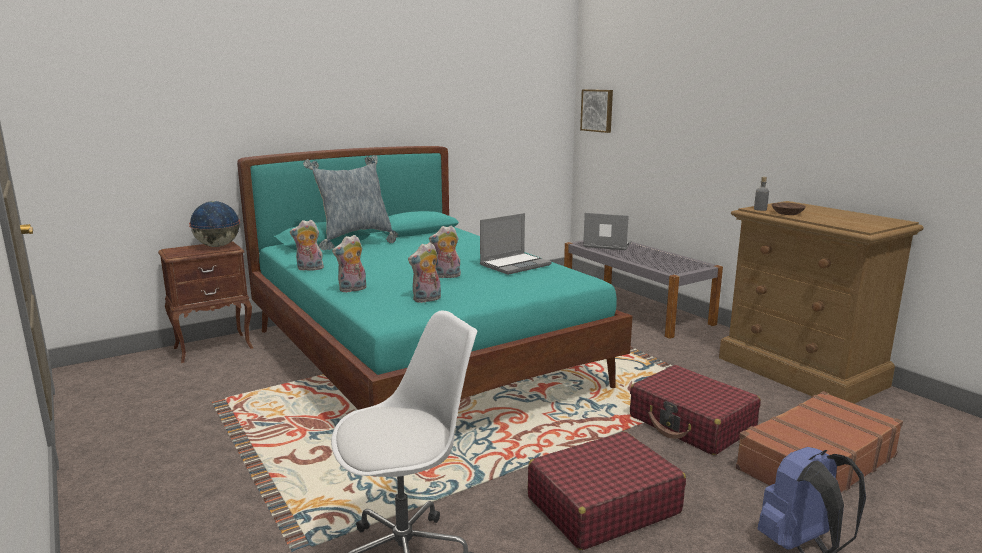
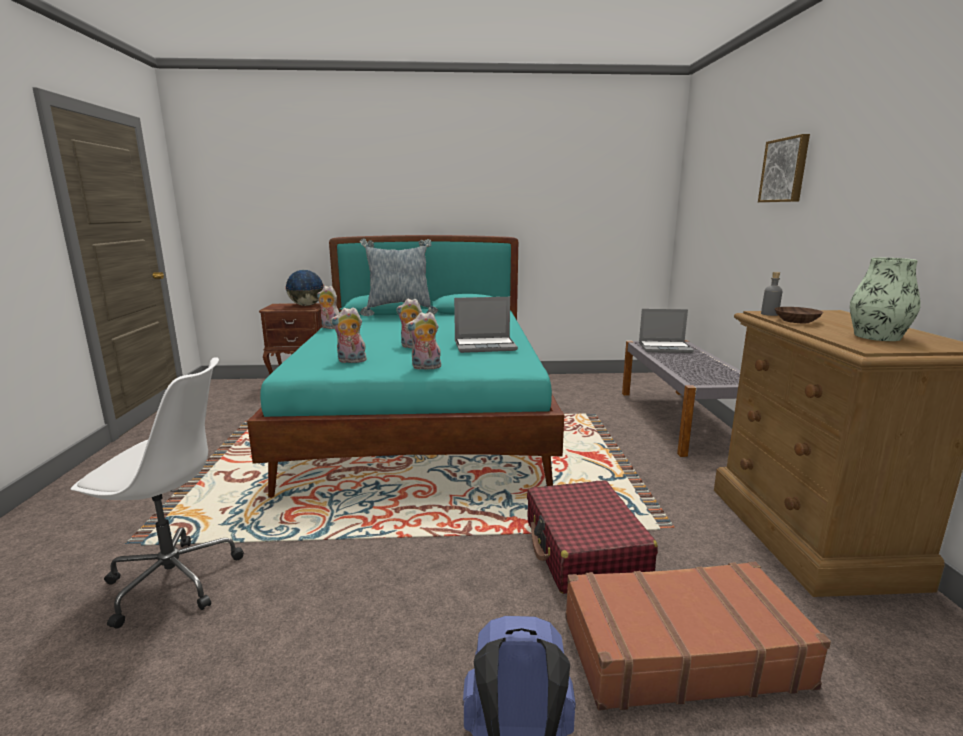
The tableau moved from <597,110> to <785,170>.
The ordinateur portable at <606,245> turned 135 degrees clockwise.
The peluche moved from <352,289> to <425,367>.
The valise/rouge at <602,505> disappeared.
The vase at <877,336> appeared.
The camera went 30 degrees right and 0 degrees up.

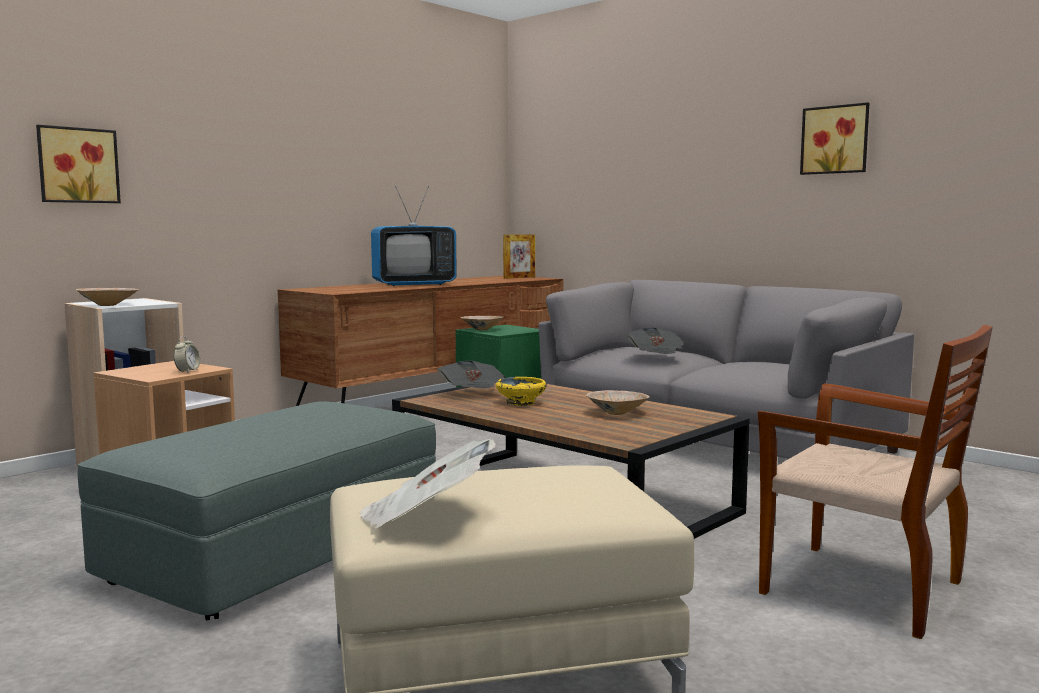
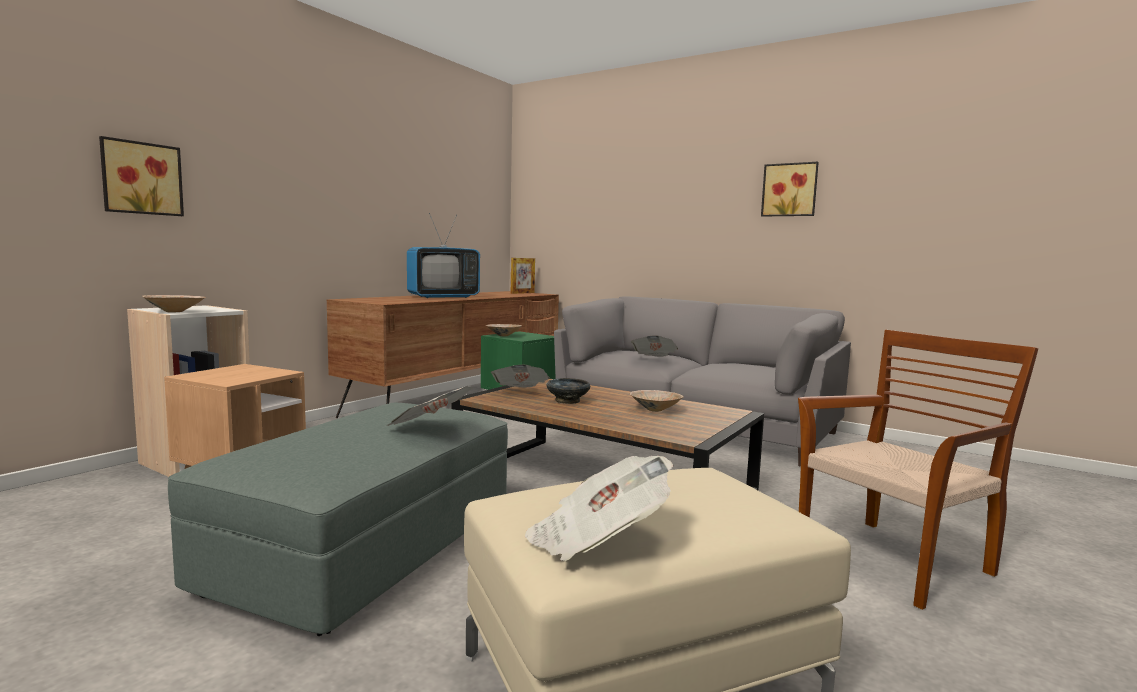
The fauteuil/marron at <864,588> turned 60 degrees counterclockwise.
The réveil at <187,371> disappeared.
The bol/jaune at <521,403> became the bol/noir at <567,401>.
The journal at <430,428> appeared.
The camera went 10 degrees left and 0 degrees up.

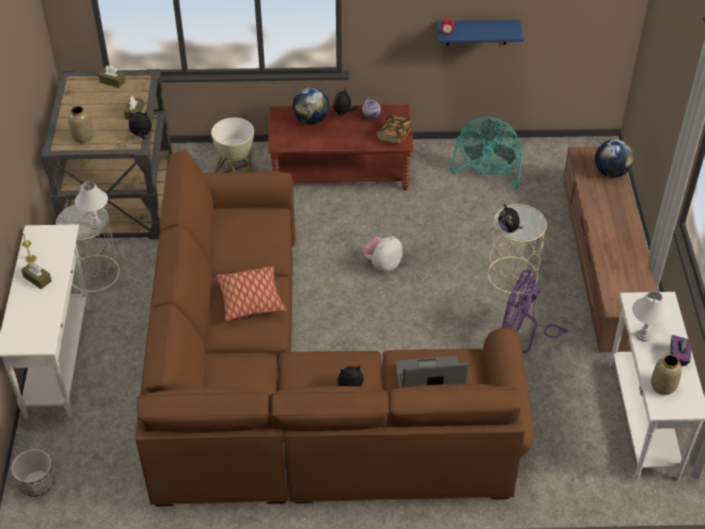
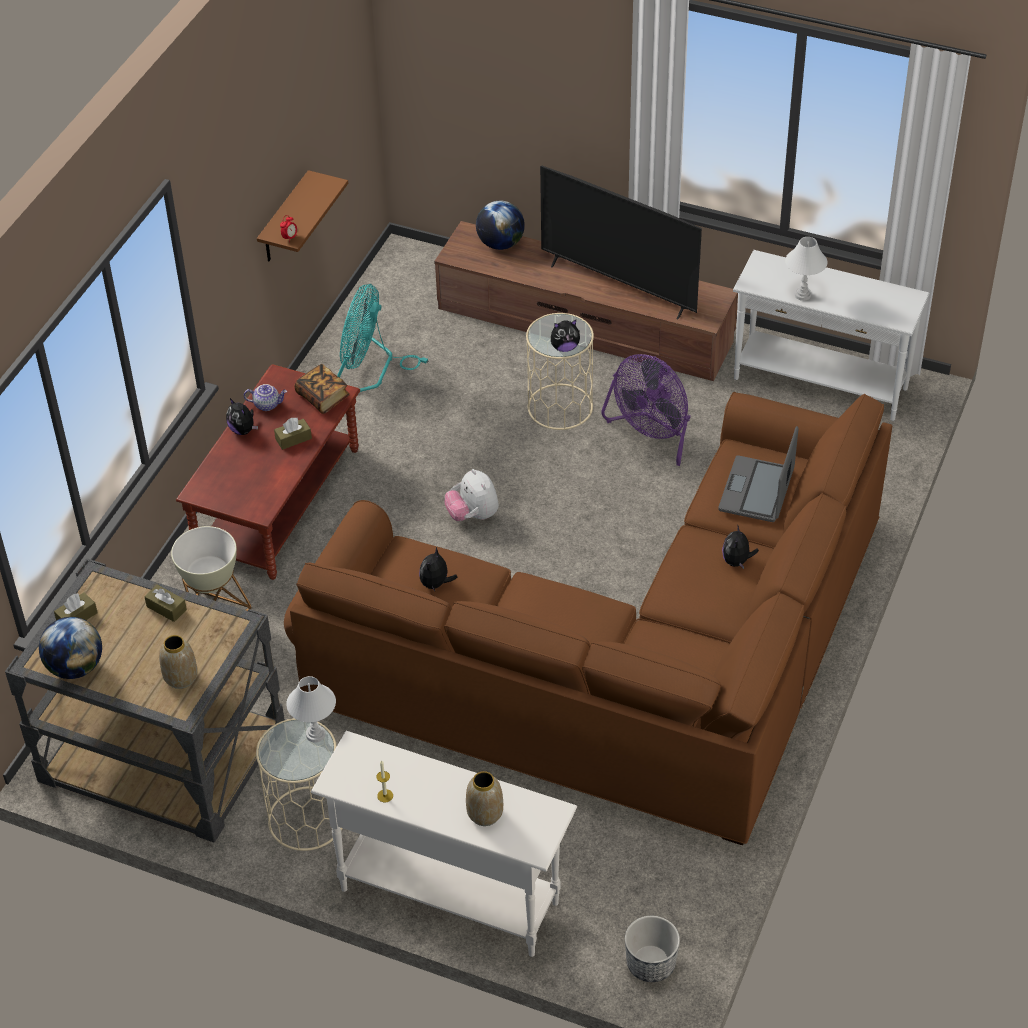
The étagère/bleu at <477,32> became the étagère/marron at <284,219>.
The globe moved from <311,120> to <75,667>.
The peluche moved from <141,135> to <436,584>.
The ventilateur/turquoise at <485,171> turned 150 degrees clockwise.
The boîte à mouchoirs/marron moved from <37,279> to <293,439>.
The coussin at <251,299> disappeared.
The boîte à mouchoirs/violet at <678,356> disappeared.
The vase moved from <662,386> to <484,814>.
The téléviseur at <619,286> appeared.
The camera went 65 degrees left and 0 degrees up.

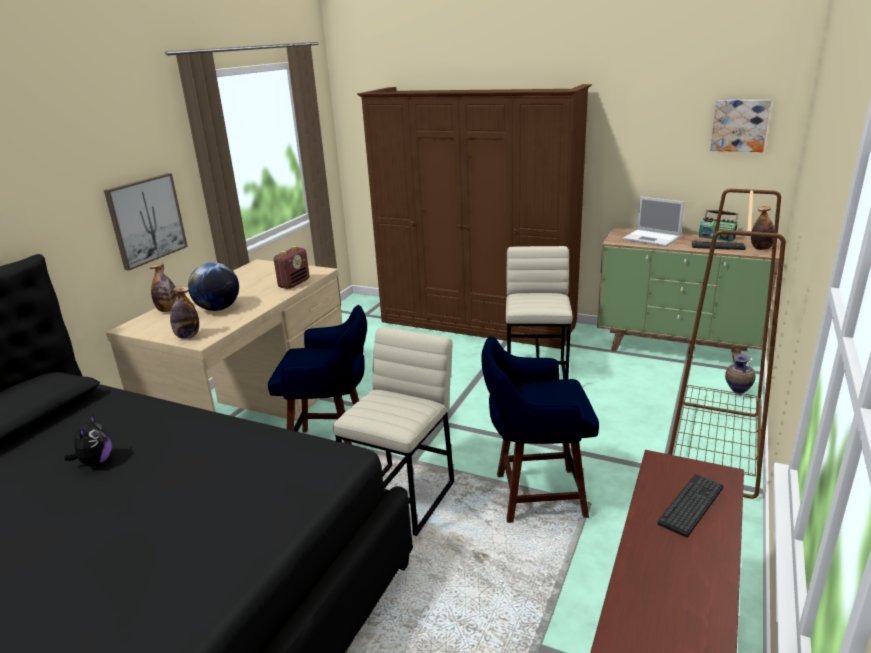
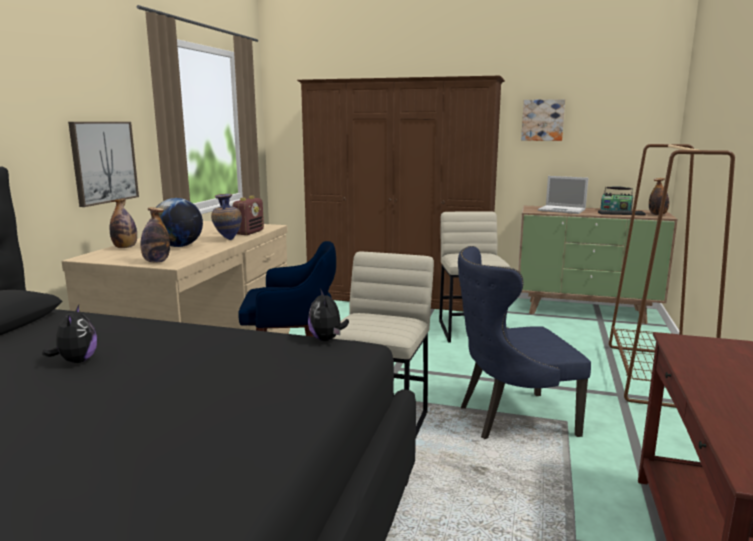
The tableau moved from <739,125> to <542,120>.
The tabouret/bleu at <535,495> was replaced by the chaise/bleu at <511,418>.
The vase moved from <736,394> to <227,240>.
The clavier at <691,505> disappeared.
The peluche at <327,339> appeared.
The camera went 10 degrees left and 10 degrees down.

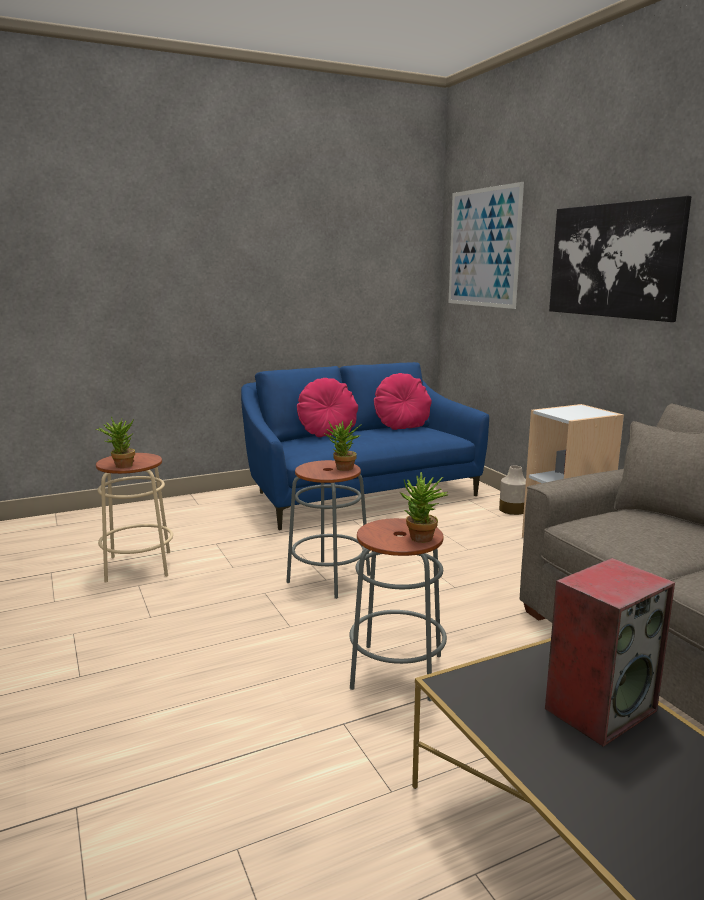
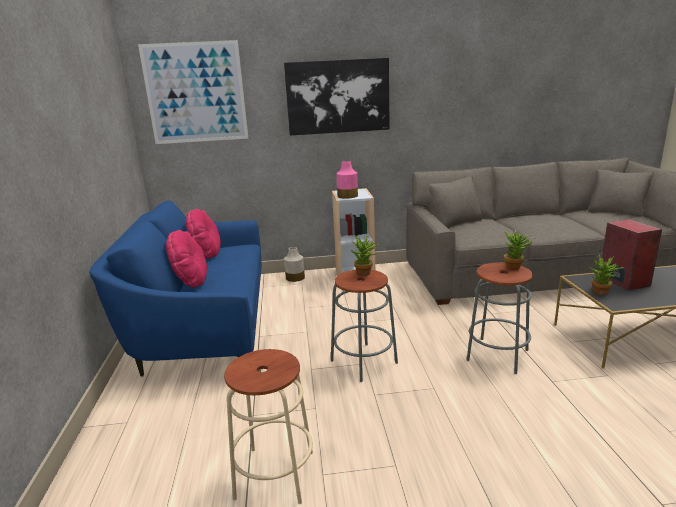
The plante en pot moved from <120,466> to <602,293>.
The vase/rose at <347,195> appeared.
The camera went 70 degrees left and 5 degrees up.

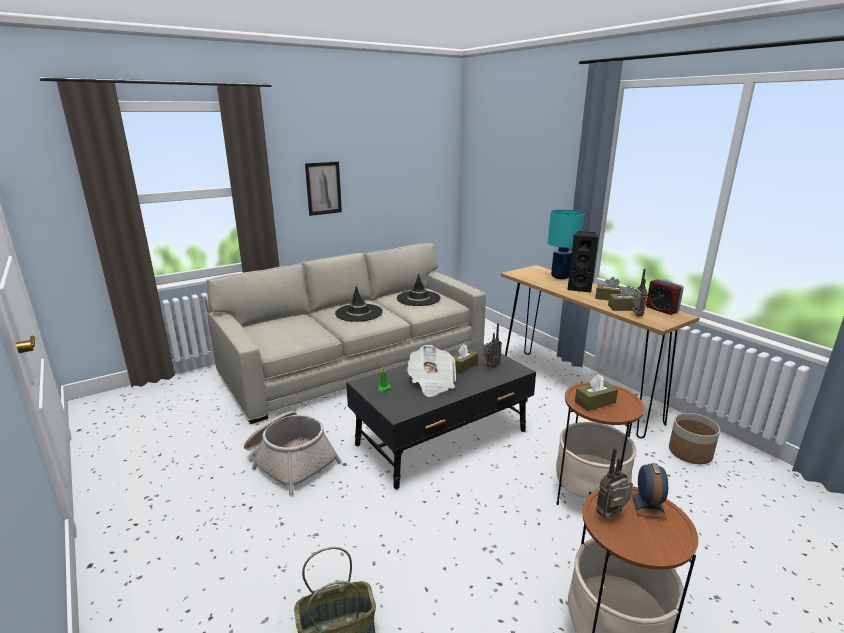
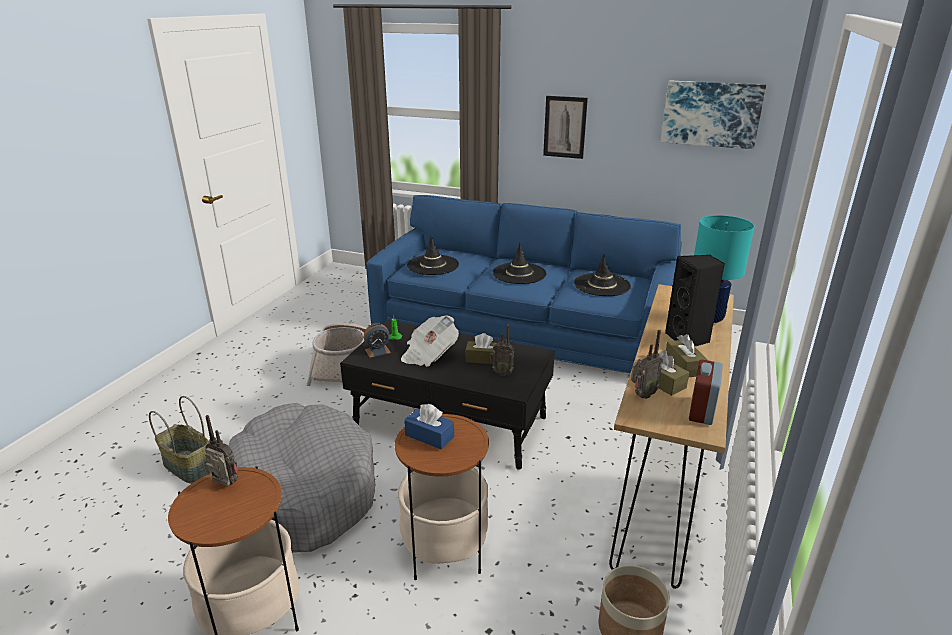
The canapé/beige at <356,361> became the canapé/bleu at <522,327>.
The boîte à mouchoirs/marron at <595,402> became the boîte à mouchoirs/bleu at <429,436>.
The réveil moved from <648,505> to <377,351>.
The tableau at <711,114> appeared.
The chapeau/noir at <433,265> appeared.
The panier pour chien/gris at <302,491> appeared.
The camera went 55 degrees right and 5 degrees up.

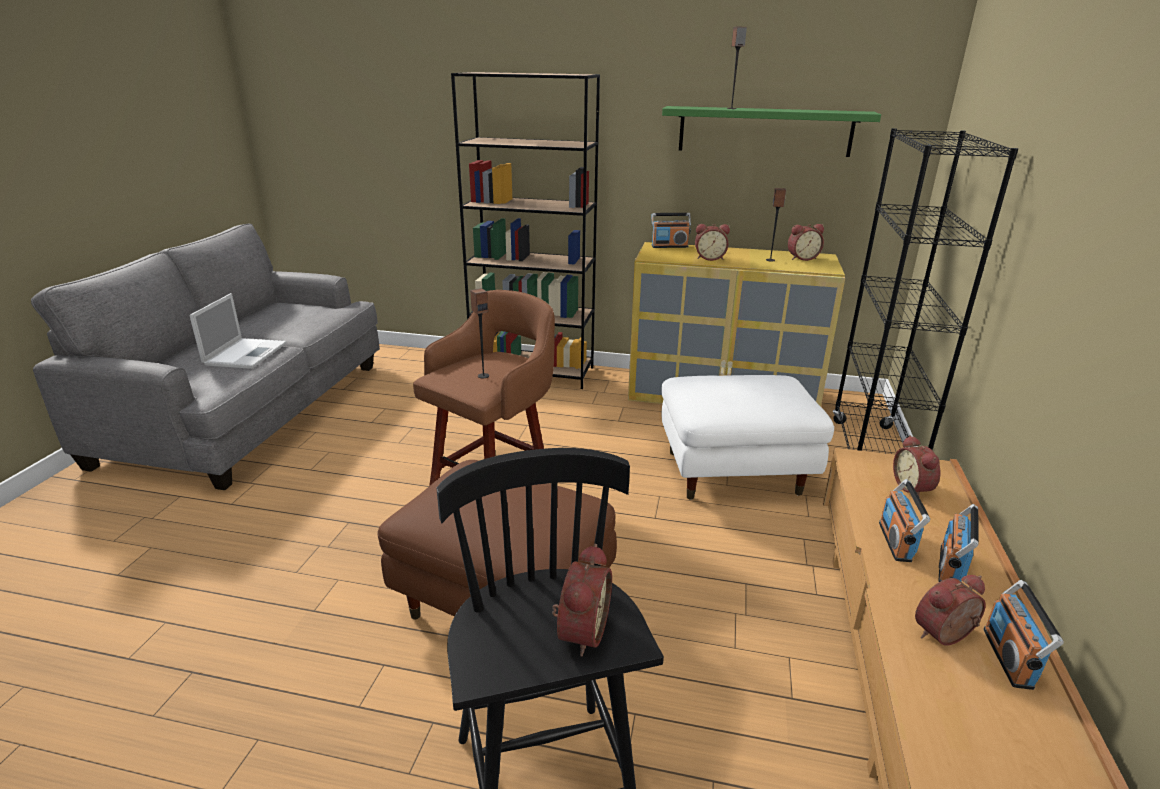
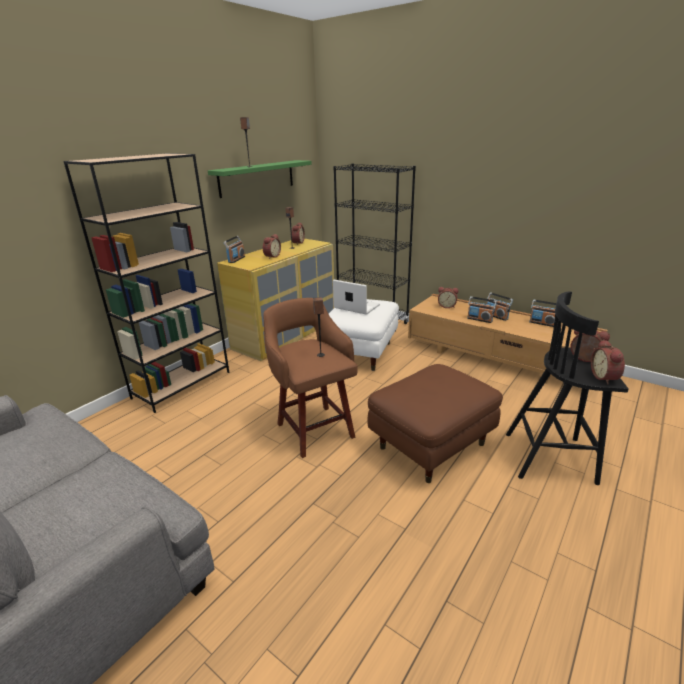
The ordinateur portable moved from <246,353> to <356,306>.
The réveil moved from <945,636> to <605,377>.
The camera went 65 degrees left and 0 degrees up.

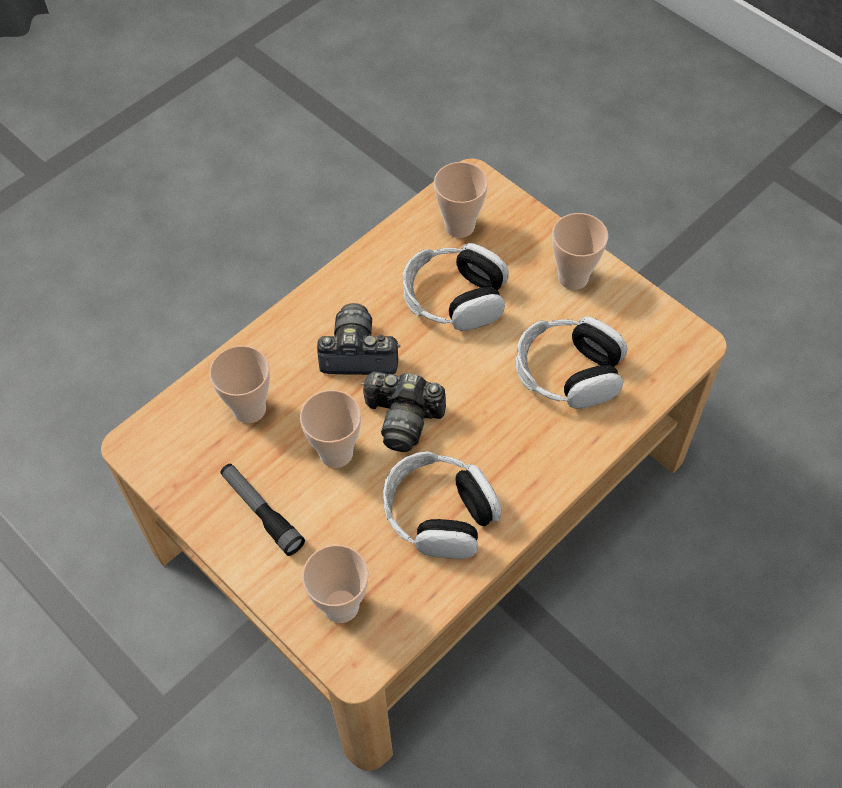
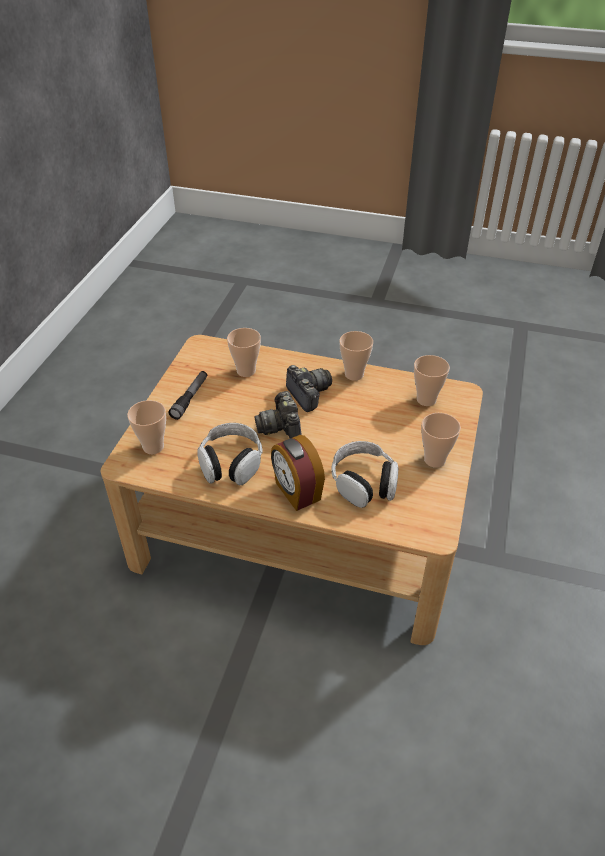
The casque audio at <454,298> disappeared.
The tasse moved from <336,453> to <354,374>.
The réveil at <296,492> appeared.
The camera went 60 degrees right and 15 degrees down.

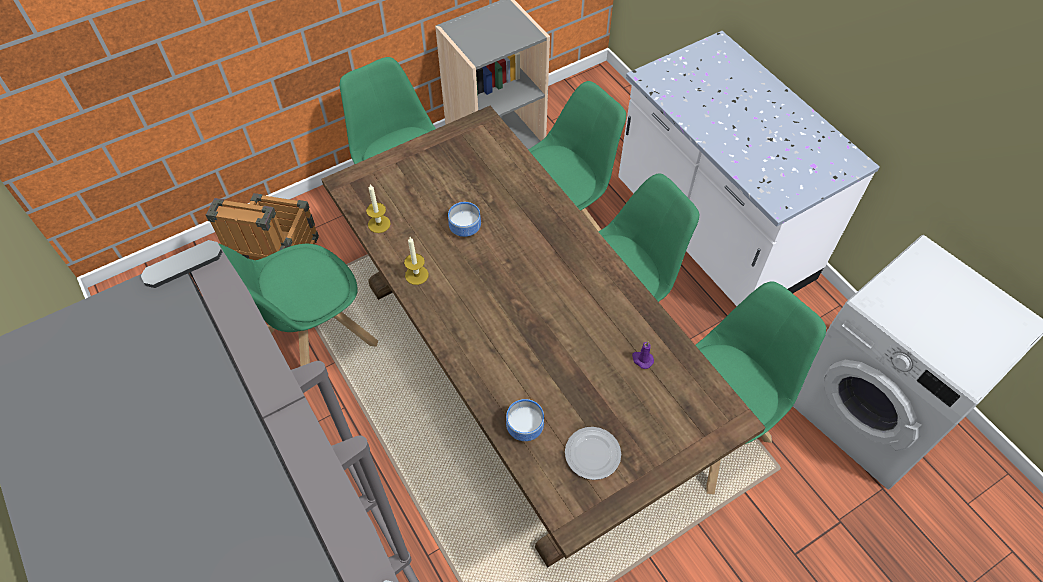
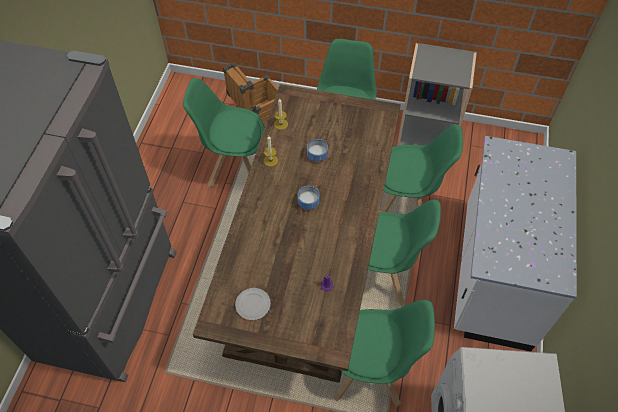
The bol moved from <523,427> to <307,202>.
The camera went 45 degrees right and 0 degrees up.

